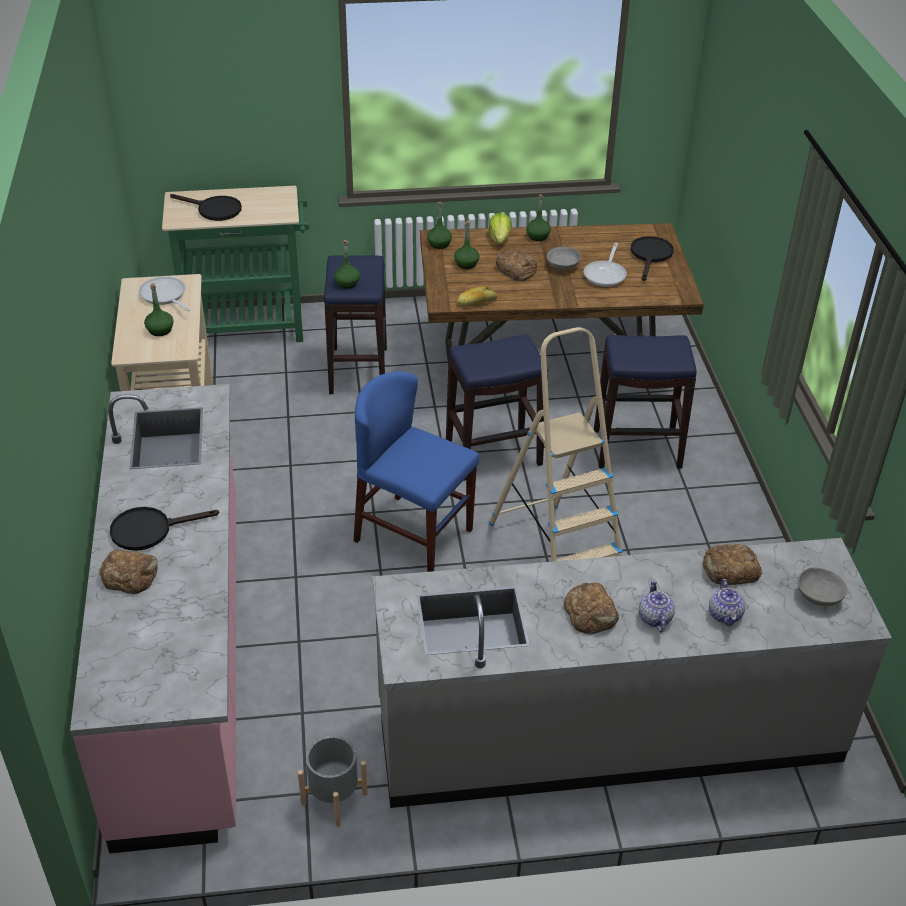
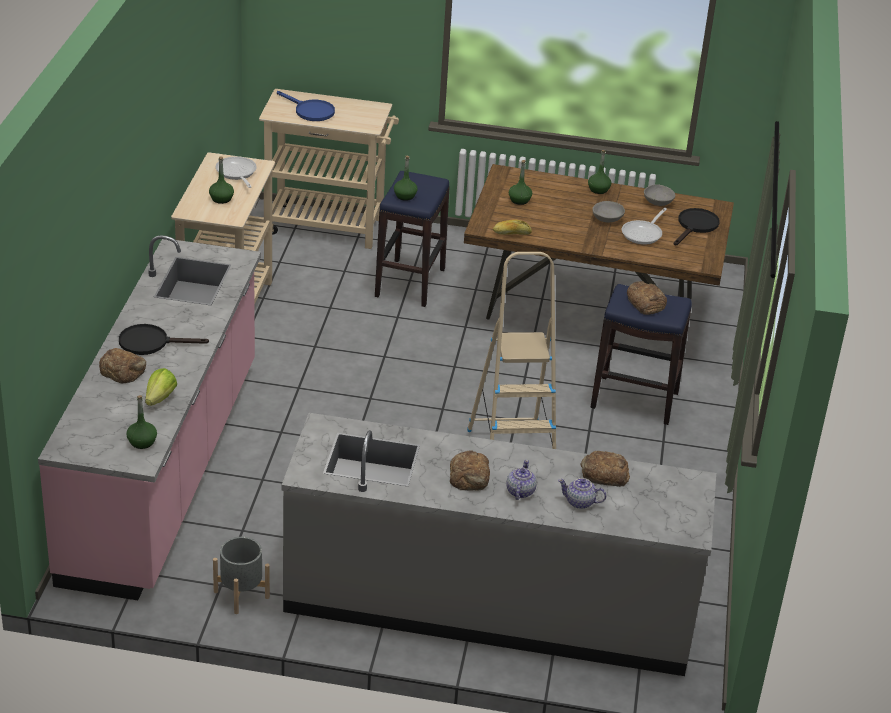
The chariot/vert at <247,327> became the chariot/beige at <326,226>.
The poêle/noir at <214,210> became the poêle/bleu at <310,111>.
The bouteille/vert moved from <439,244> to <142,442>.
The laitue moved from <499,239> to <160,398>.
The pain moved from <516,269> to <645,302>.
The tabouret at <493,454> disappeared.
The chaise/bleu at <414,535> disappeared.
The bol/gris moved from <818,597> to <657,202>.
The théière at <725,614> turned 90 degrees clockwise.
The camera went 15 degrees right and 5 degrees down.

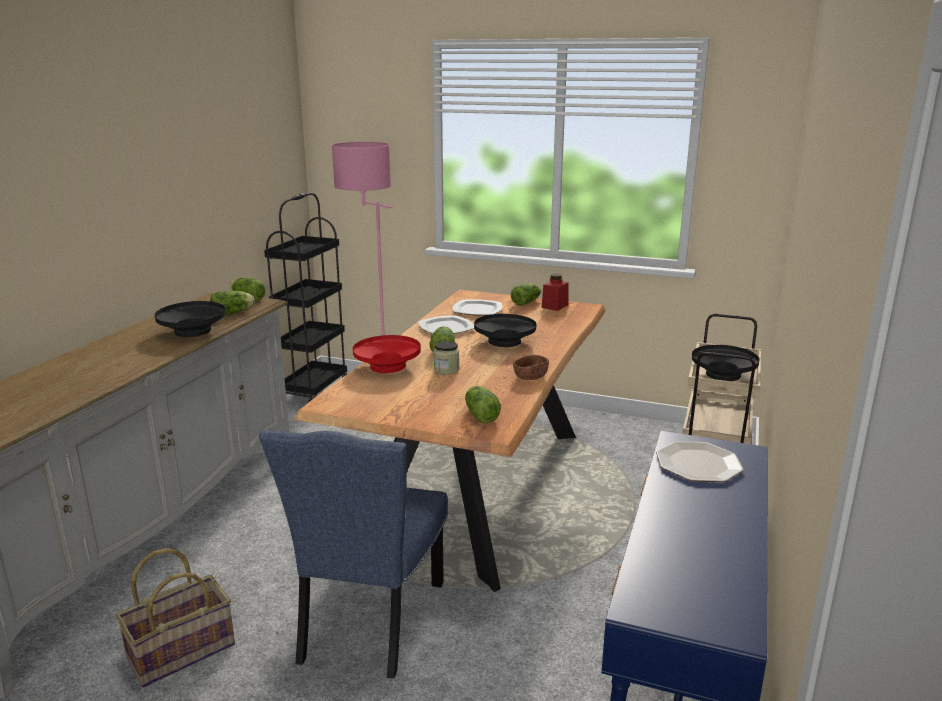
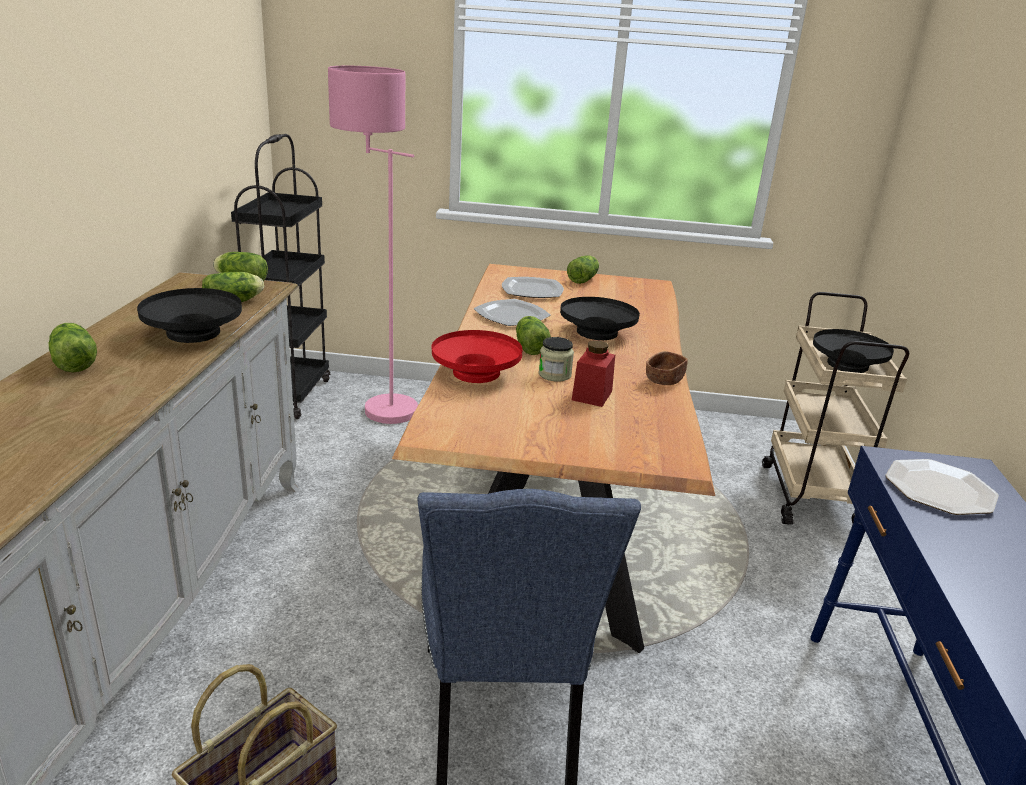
The bocal/rouge moved from <555,306> to <592,395>.
The laitue moved from <480,414> to <74,362>.
The camera went 15 degrees left and 5 degrees up.

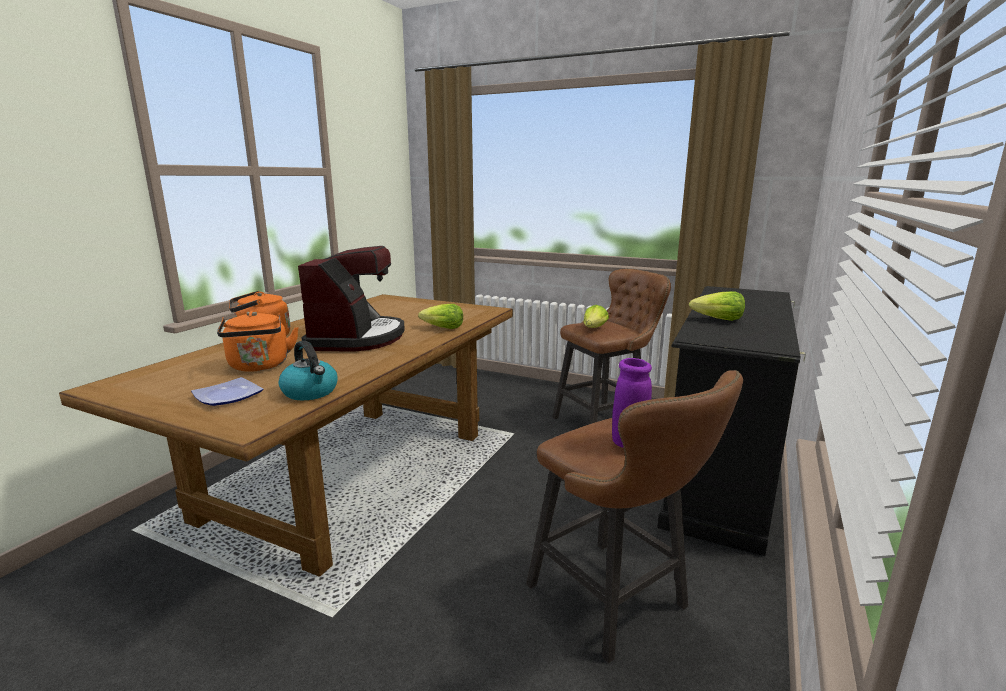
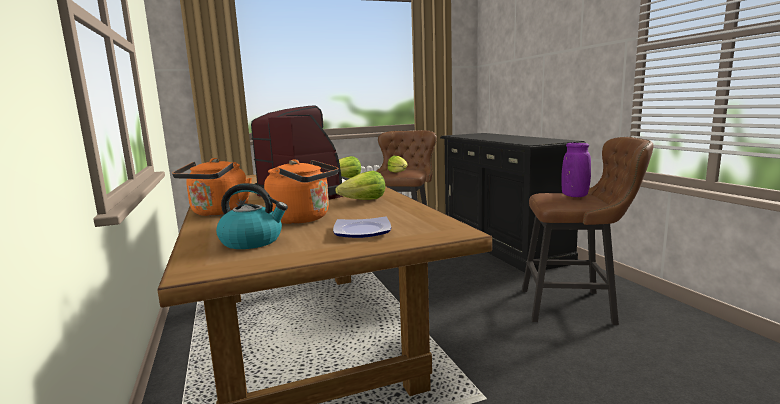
The laitue moved from <718,320> to <364,201>.
The bouilloire moved from <310,392> to <252,241>.
The camera went 45 degrees left and 5 degrees down.

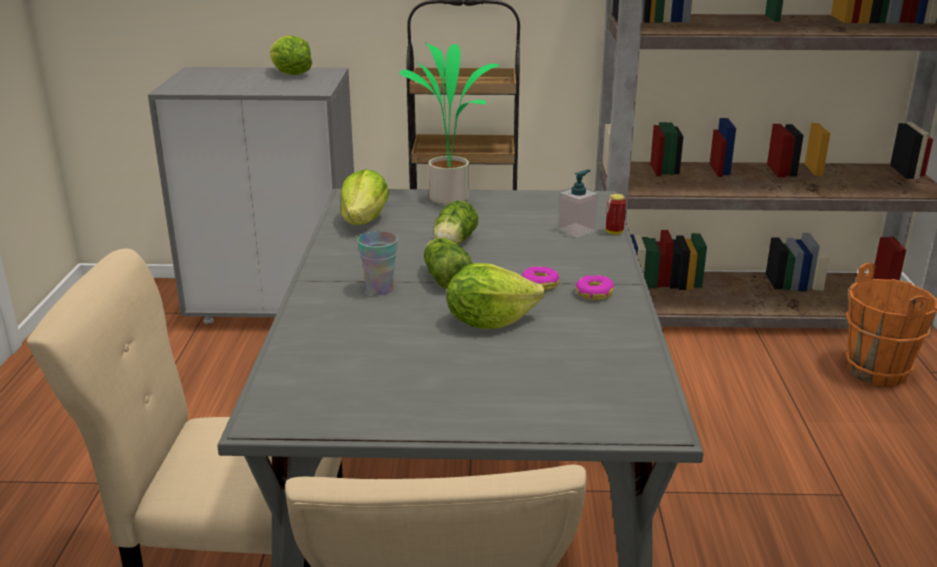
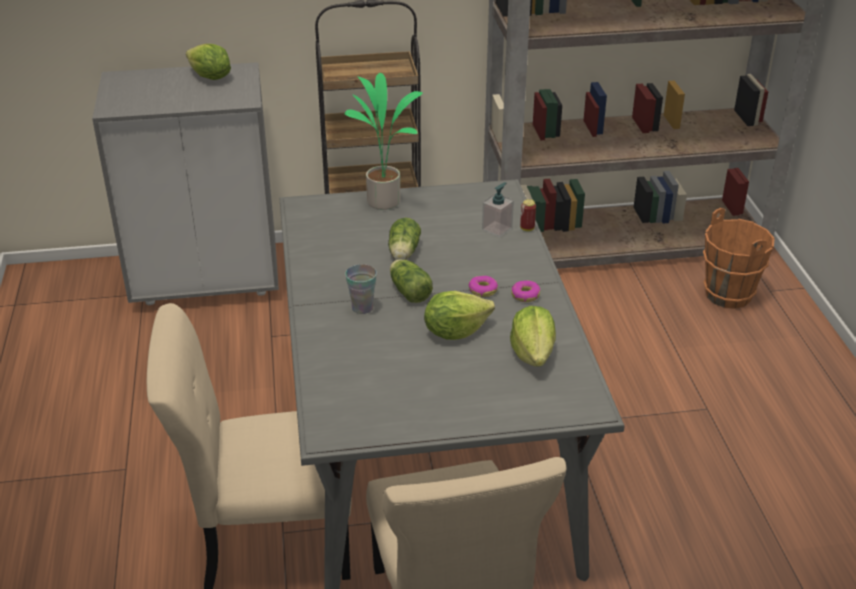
The laitue moved from <364,221> to <533,353>.
The camera went 10 degrees left and 10 degrees up.

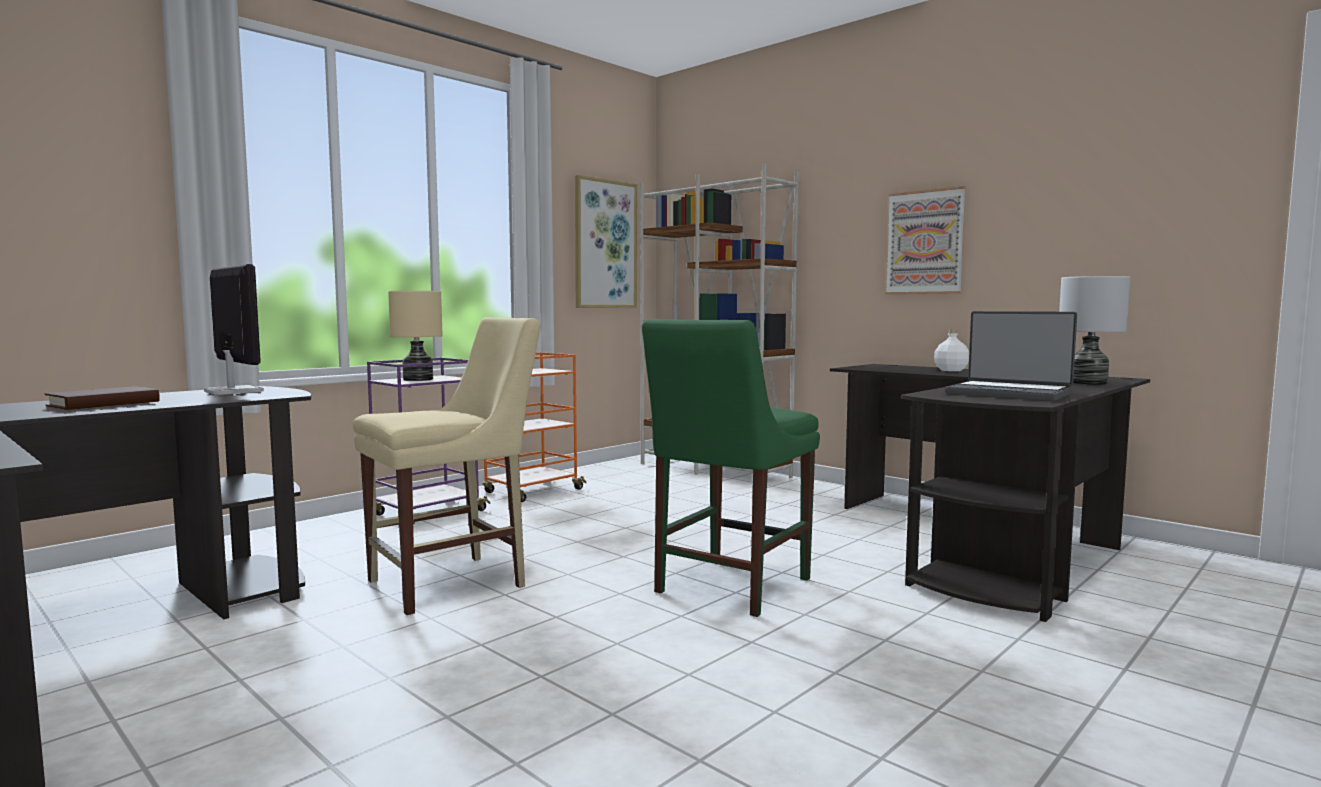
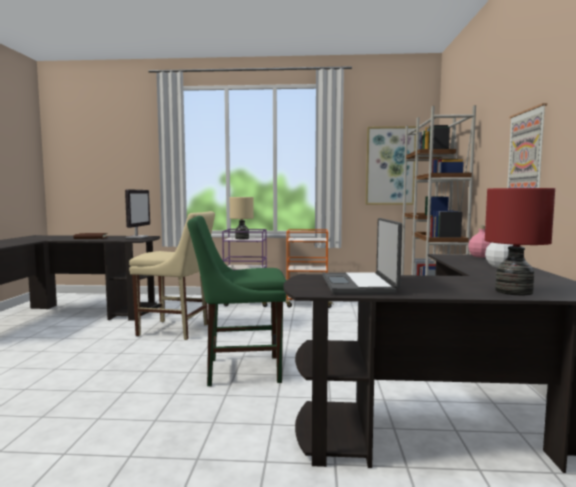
The lampe de table/gris at <1088,382> became the lampe de table/rouge at <514,291>.
The bouteille/rose at <481,256> appeared.
The camera went 50 degrees right and 0 degrees up.

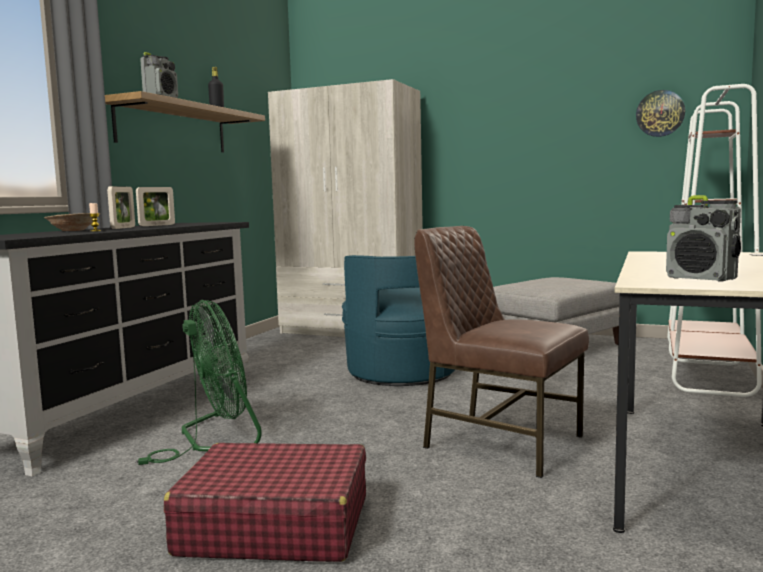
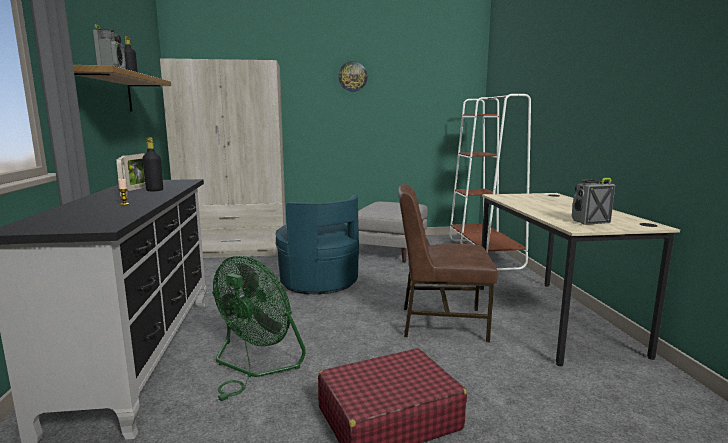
The horloge murale moved from <660,113> to <352,76>.
The radio at <701,279> turned 150 degrees clockwise.
The bol/marron at <73,230> disappeared.
The bouteille/noir at <154,190> appeared.
The camera went 30 degrees left and 5 degrees up.

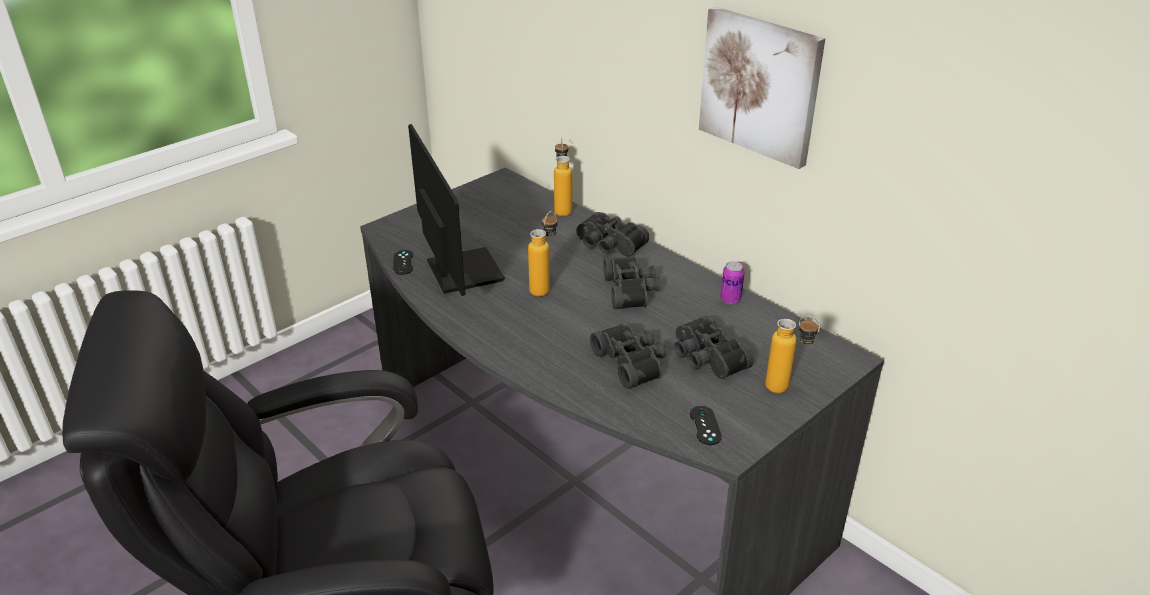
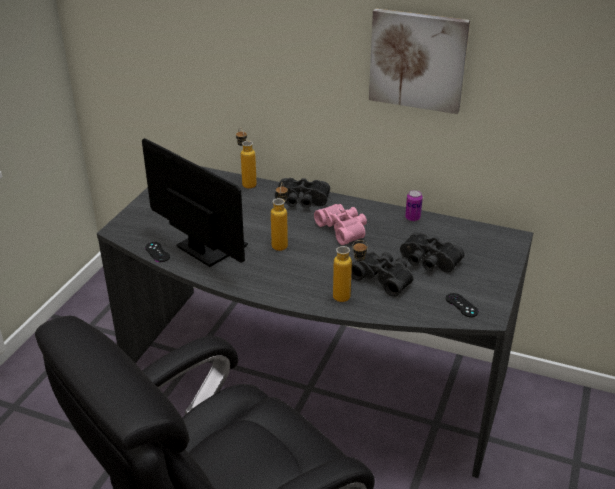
The jumelles/noir at <632,291> became the jumelles/rose at <343,229>.
The bouteille moved from <786,390> to <349,298>.
The camera went 25 degrees left and 0 degrees up.

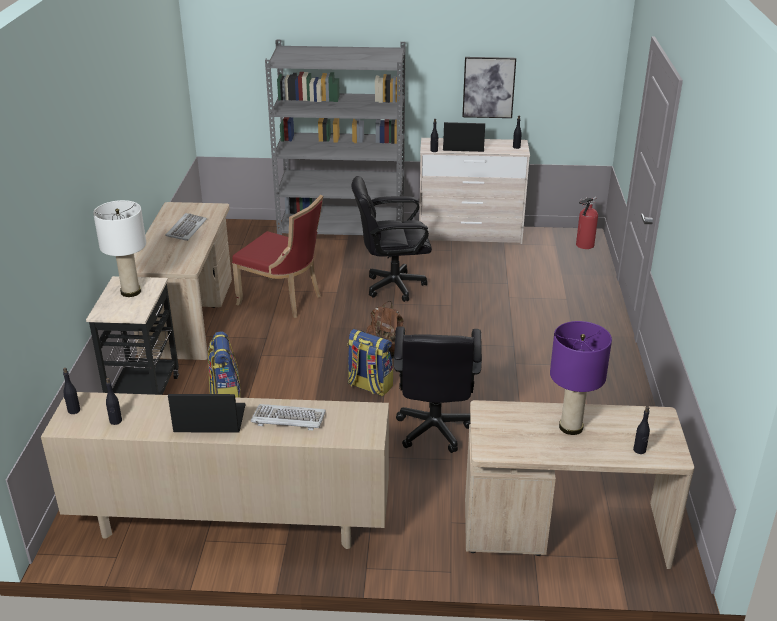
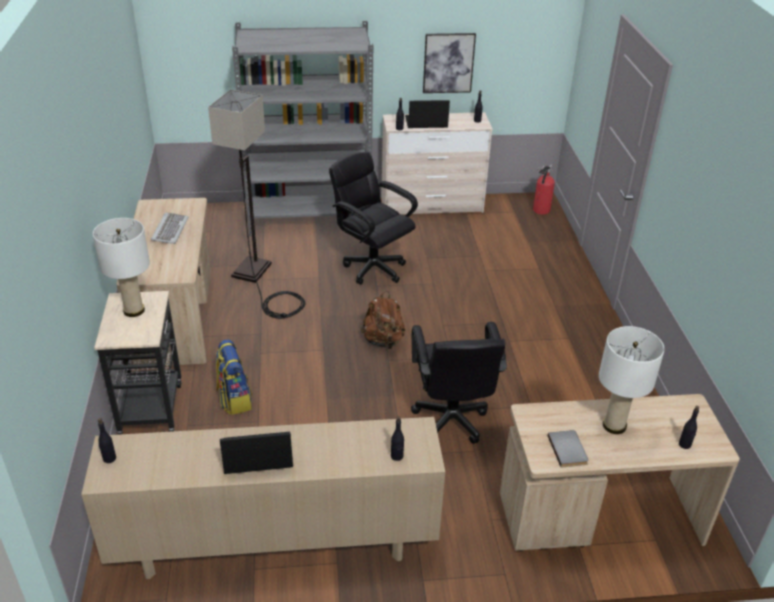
The chaise de bureau/noir at <391,288> turned 60 degrees clockwise.
The chaise/rouge at <283,300> was replaced by the lampadaire at <267,290>.
The lampe de table/violet at <570,427> became the lampe de table/blanc at <614,425>.
The sac à dos at <369,386> disappeared.
The bouteille/noir moved from <115,421> to <397,456>.
The clavier at <288,419> disappeared.
The livre/gris at <569,450> appeared.
The camera went 10 degrees left and 5 degrees up.

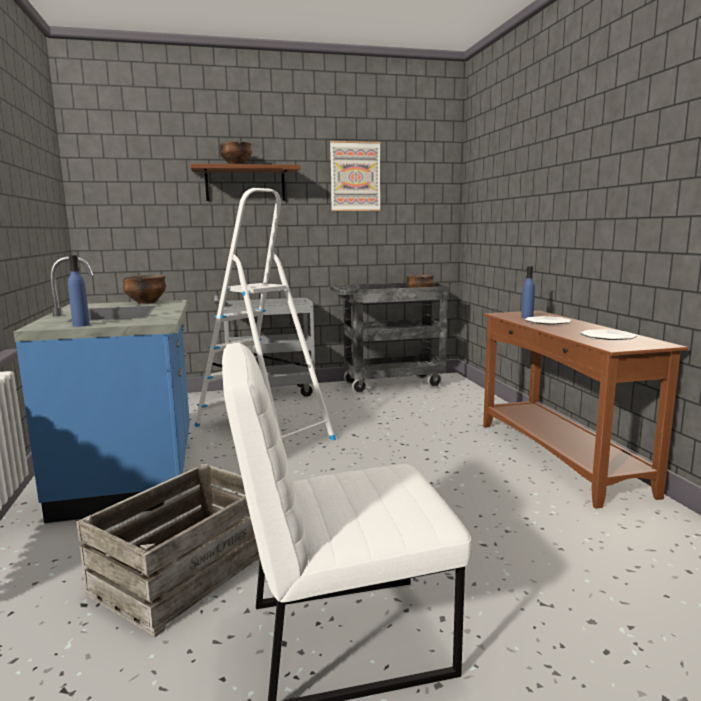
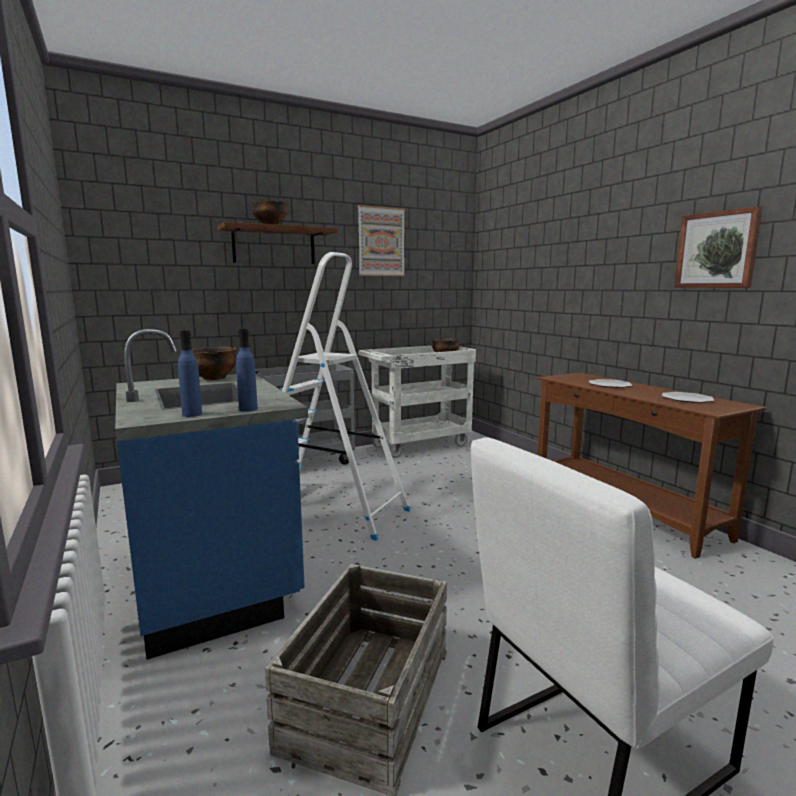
The bouteille/bleu moved from <527,317> to <248,409>.
The chariot/noir at <388,386> became the chariot/blanc at <417,447>.
The tableau at <717,250> appeared.
The camera went 15 degrees left and 0 degrees up.

